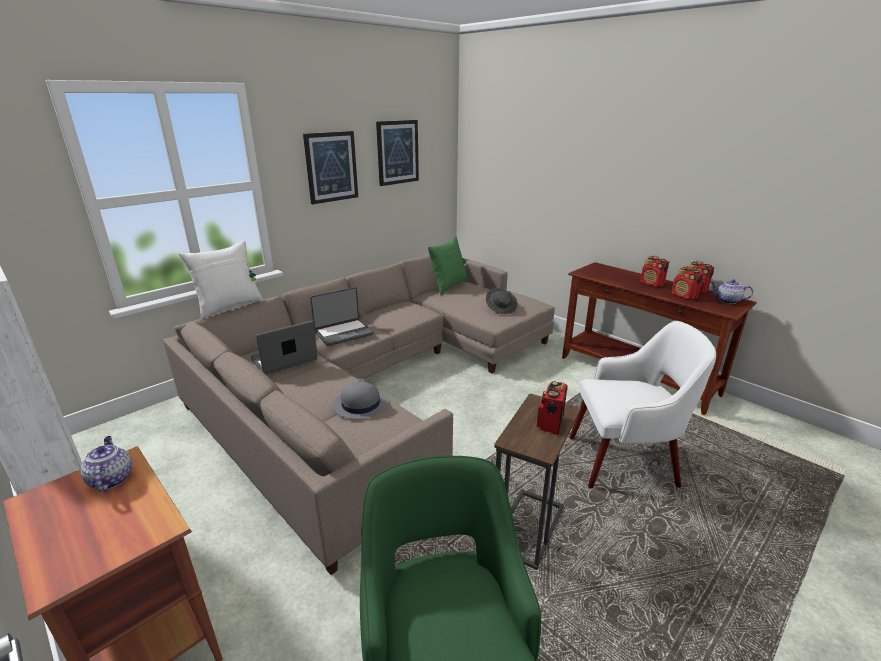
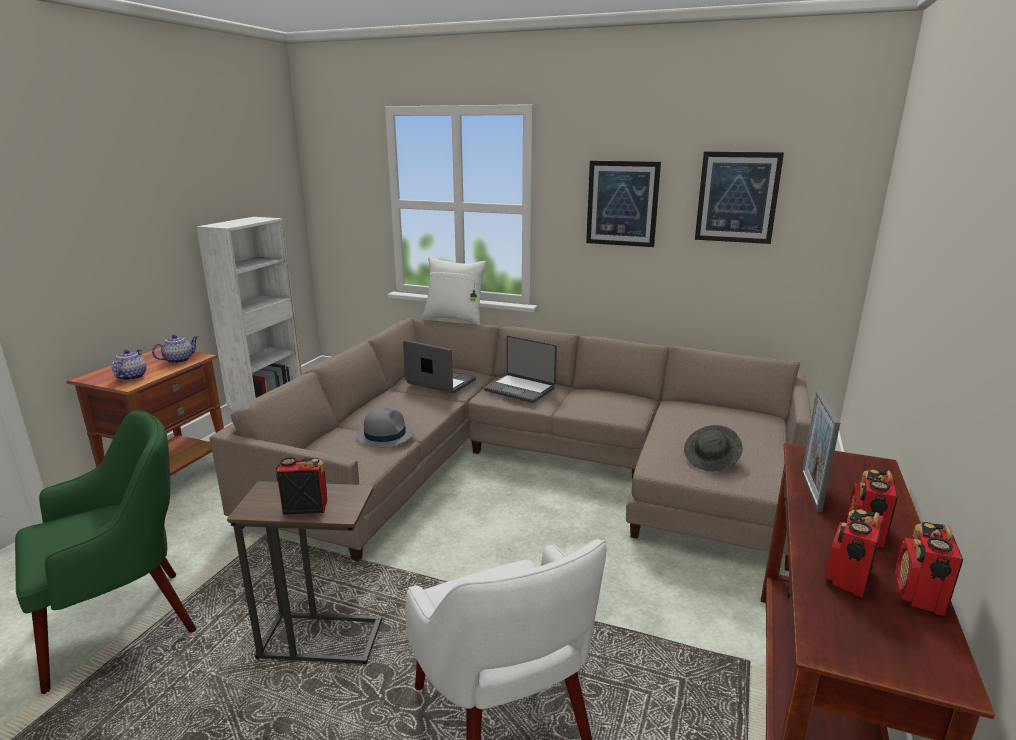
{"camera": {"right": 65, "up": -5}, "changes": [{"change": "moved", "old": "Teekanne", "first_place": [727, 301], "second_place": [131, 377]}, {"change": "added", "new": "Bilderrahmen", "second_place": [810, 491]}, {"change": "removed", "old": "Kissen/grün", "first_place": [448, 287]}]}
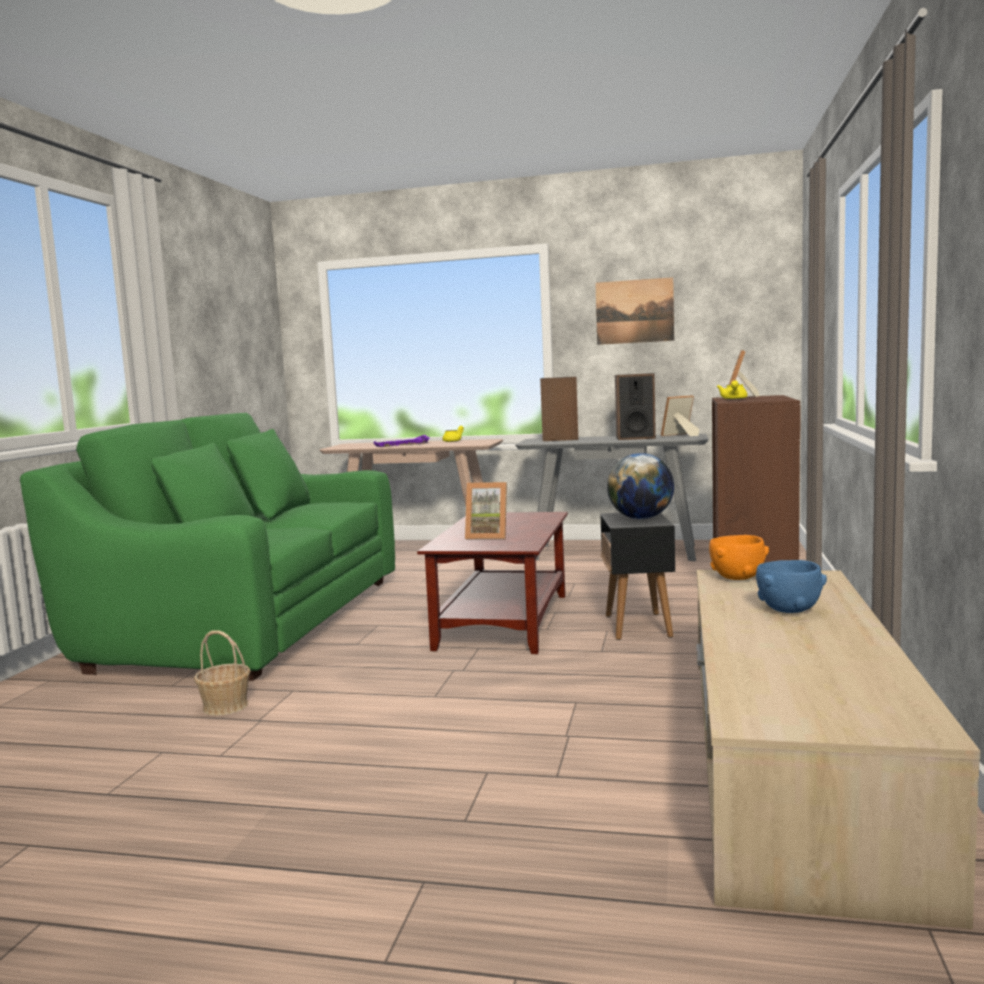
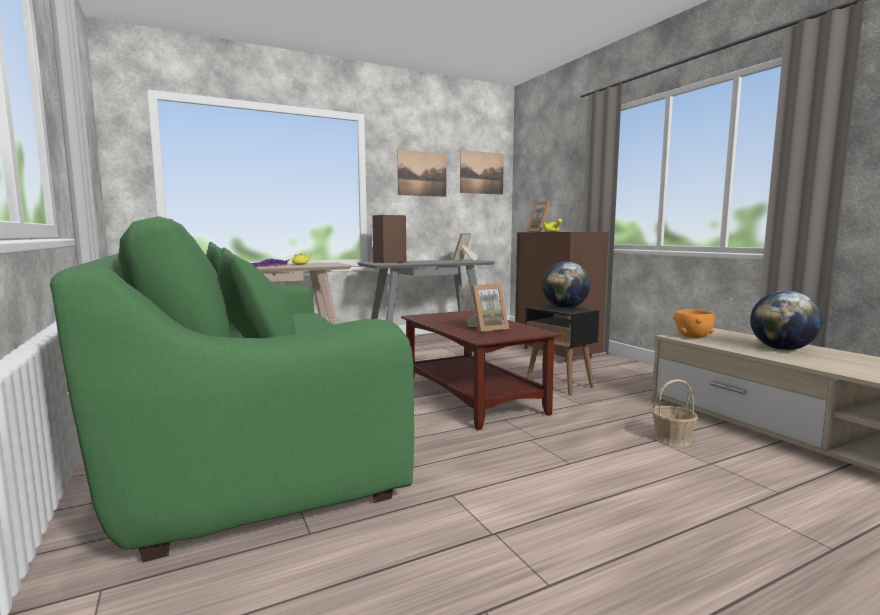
{"camera": {"right": -40, "up": 0}, "changes": [{"change": "added", "new": "Bild", "second_place": [481, 173]}, {"change": "moved", "old": "Korb", "first_place": [225, 706], "second_place": [672, 439]}, {"change": "replaced", "old": "Schüssel/blau", "new": "Globus", "first_place": [789, 610], "second_place": [782, 349]}, {"change": "removed", "old": "Lautsprecher", "first_place": [635, 438]}]}
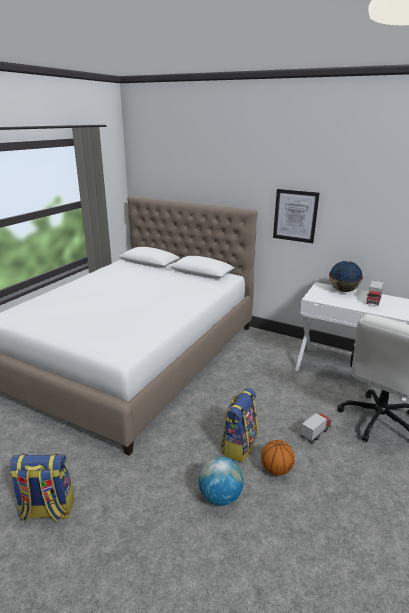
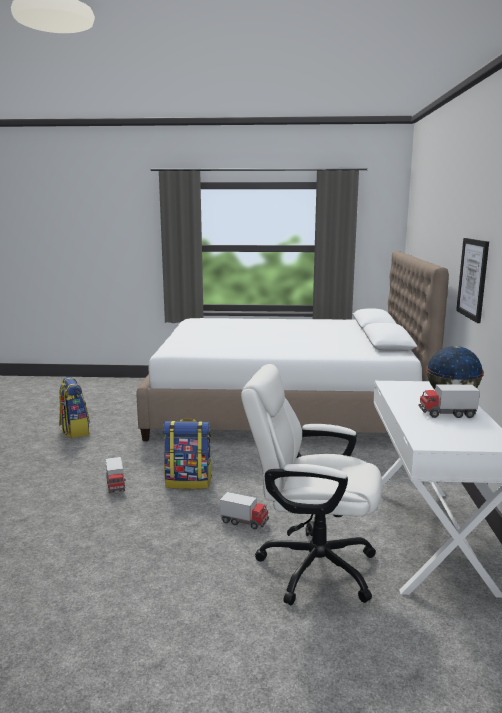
{"camera": {"right": 65, "up": -10}, "changes": [{"change": "replaced", "old": "Globus", "new": "Spielzeuglaster", "first_place": [220, 496], "second_place": [115, 486]}, {"change": "removed", "old": "Basketball", "first_place": [276, 469]}]}
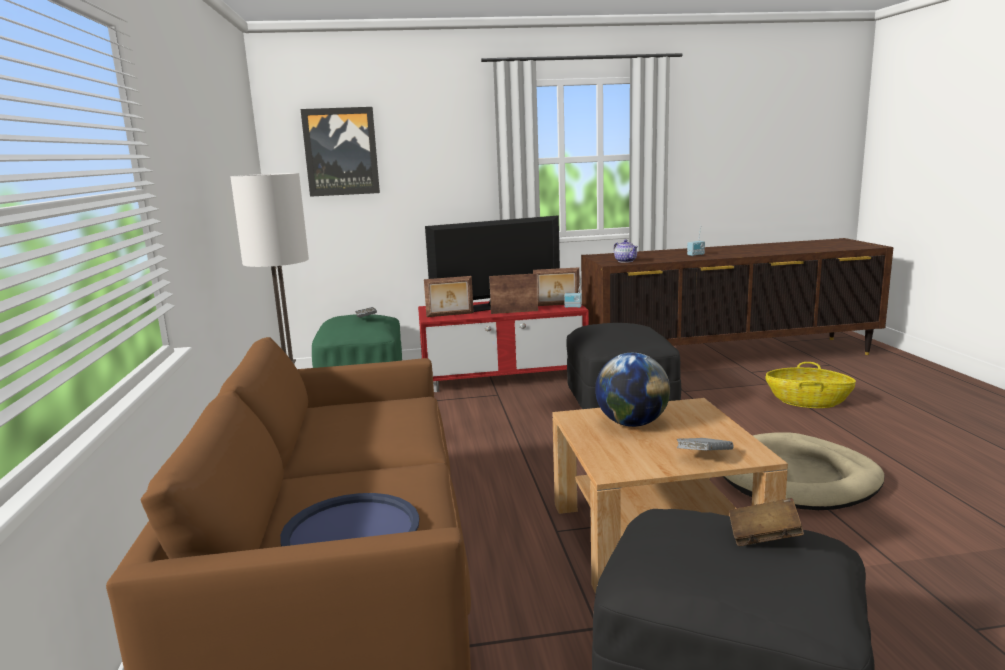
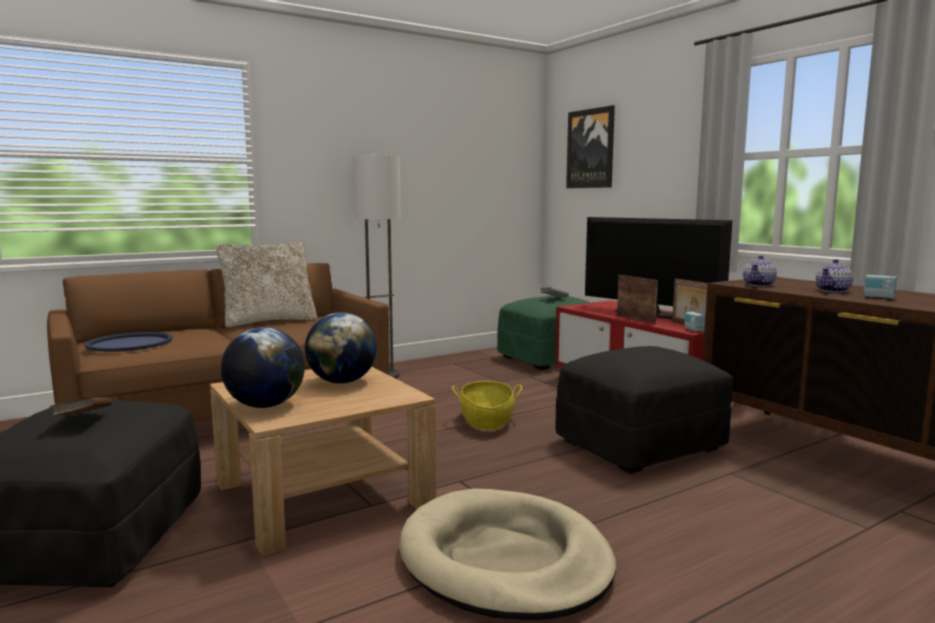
{"camera": {"right": 65, "up": -5}, "changes": [{"change": "added", "new": "Kissen/beige", "second_place": [269, 320]}, {"change": "replaced", "old": "Buch/grau", "new": "Globus", "first_place": [704, 457], "second_place": [265, 406]}, {"change": "moved", "old": "Korb", "first_place": [807, 401], "second_place": [486, 420]}, {"change": "added", "new": "Teekanne", "second_place": [833, 291]}, {"change": "removed", "old": "Bilderrahmen", "first_place": [450, 315]}]}
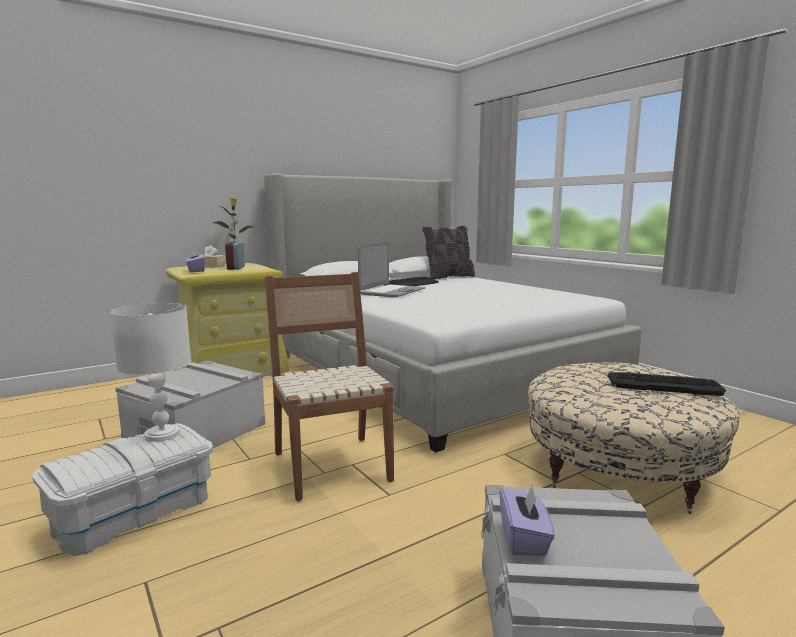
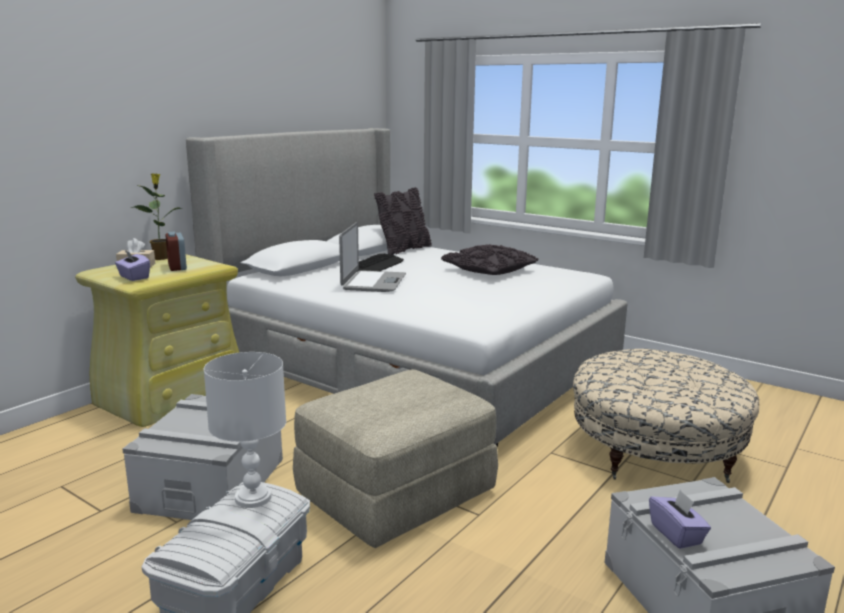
{"camera": {"right": -20, "up": 5}, "changes": [{"change": "replaced", "old": "Stuhl", "new": "Polsterhocker/beige", "first_place": [331, 463], "second_place": [396, 493]}, {"change": "added", "new": "Kissen/schwarz", "second_place": [489, 270]}, {"change": "removed", "old": "Tastatur", "first_place": [662, 384]}]}
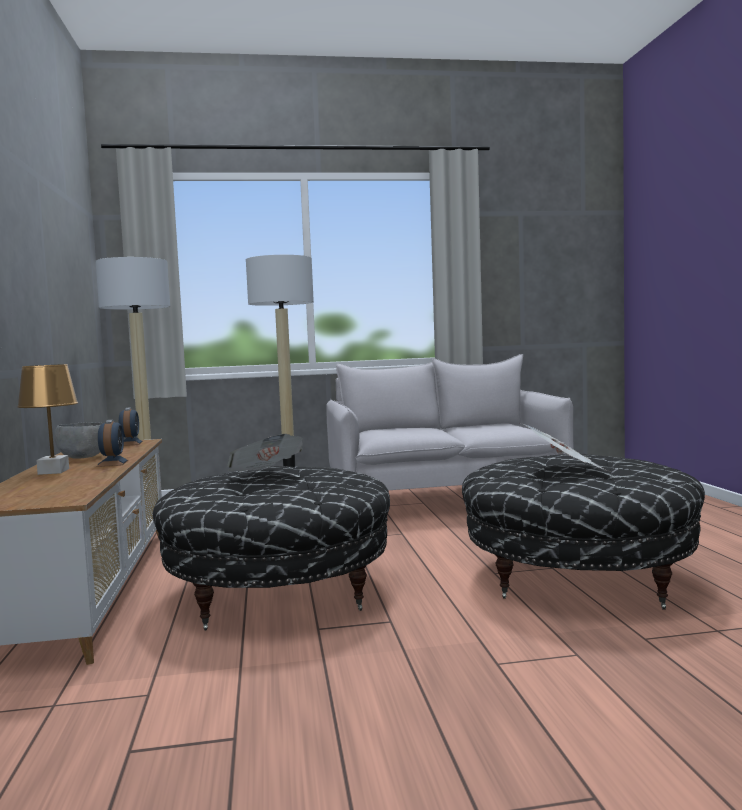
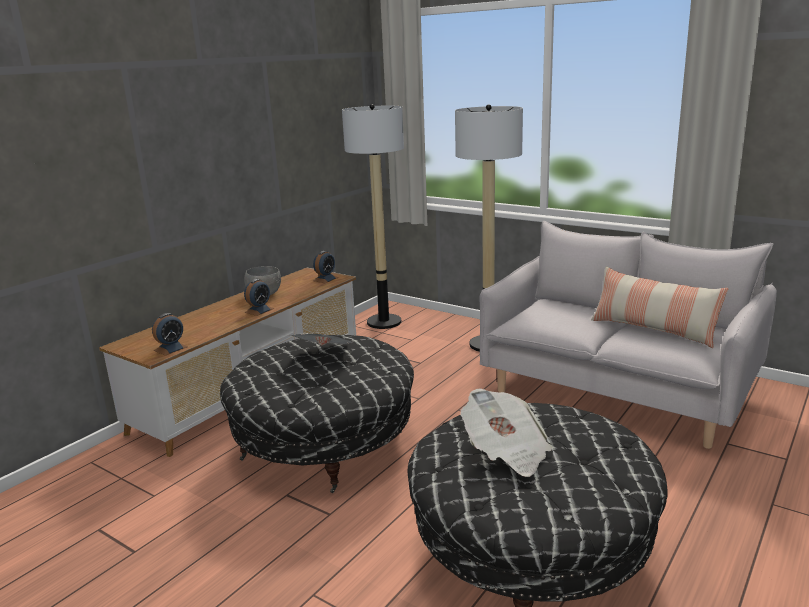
{"camera": {"right": 45, "up": 15}, "changes": [{"change": "added", "new": "Wecker", "second_place": [171, 348]}, {"change": "added", "new": "Kissen", "second_place": [653, 329]}, {"change": "removed", "old": "Tischlampe/braun", "first_place": [53, 471]}]}
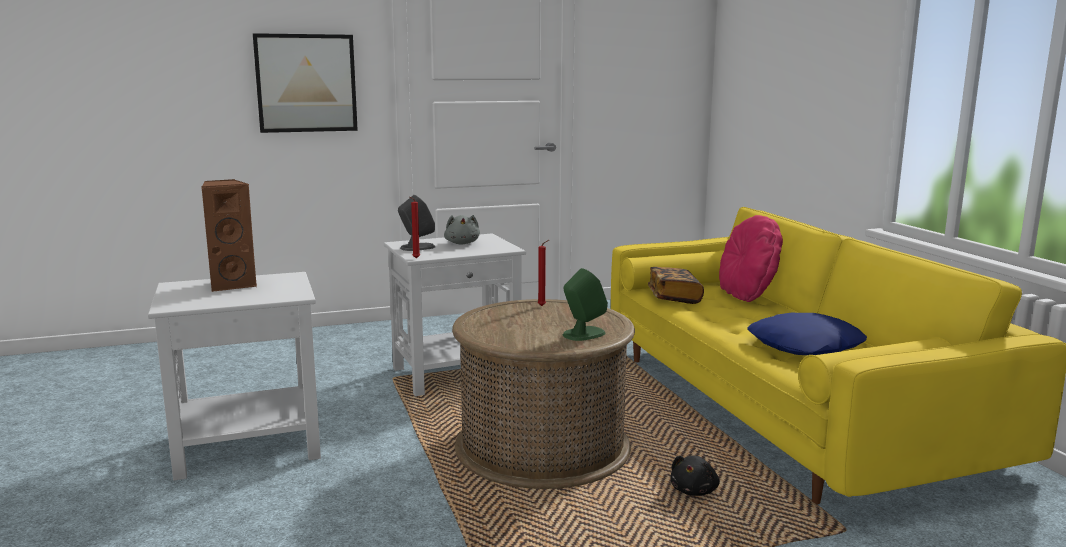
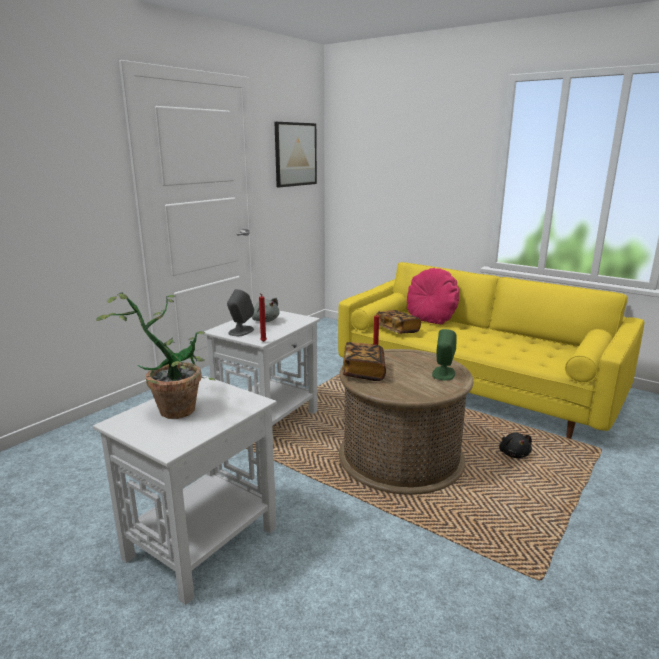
{"camera": {"right": -35, "up": 5}, "changes": [{"change": "replaced", "old": "Lautsprecher/braun", "new": "Topfpflanze", "first_place": [232, 284], "second_place": [174, 406]}, {"change": "moved", "old": "Bild", "first_place": [306, 83], "second_place": [295, 154]}, {"change": "added", "new": "Buch", "second_place": [363, 372]}, {"change": "removed", "old": "Kissen/blau", "first_place": [805, 346]}]}
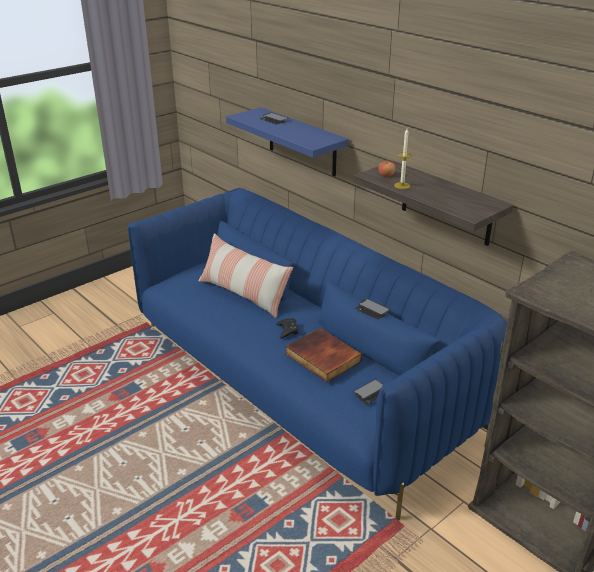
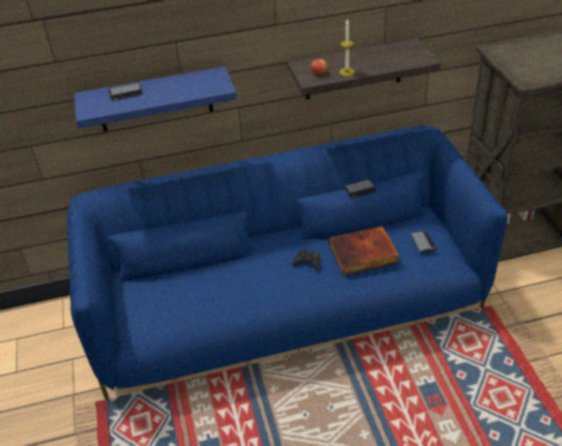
{"camera": {"right": -60, "up": 10}, "changes": [{"change": "removed", "old": "Kissen", "first_place": [244, 294]}]}
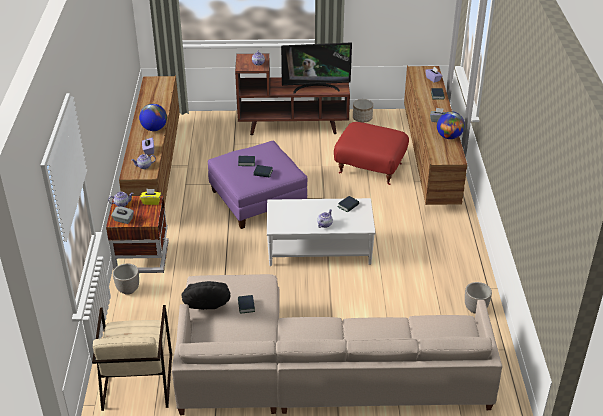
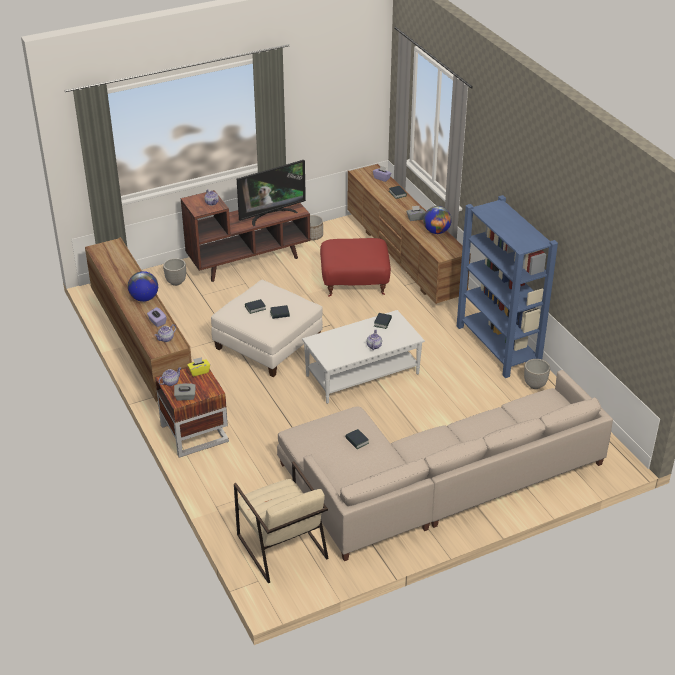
{"camera": {"right": -25, "up": 0}, "changes": [{"change": "moved", "old": "Pflanzkübel", "first_place": [128, 290], "second_place": [175, 282]}, {"change": "recoloured", "old": "Polsterhocker/lila", "new": "Polsterhocker/weiß", "first_place": [257, 199], "second_place": [268, 344]}, {"change": "added", "new": "Bücherregal/blau", "second_place": [498, 346]}, {"change": "removed", "old": "Kissen/schwarz", "first_place": [207, 311]}]}
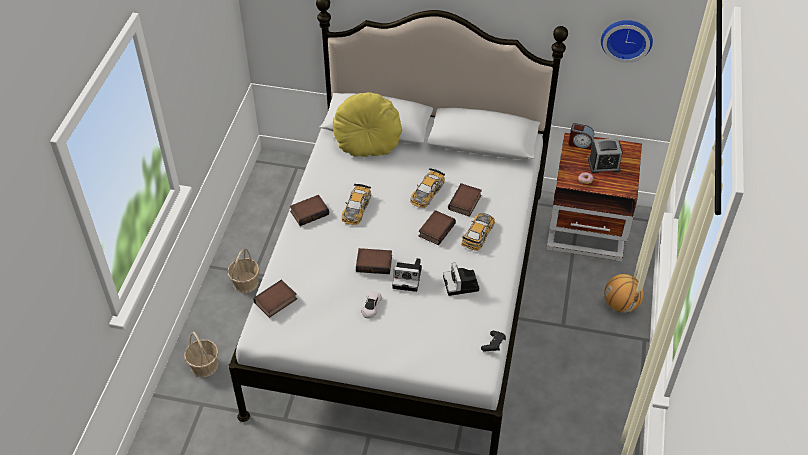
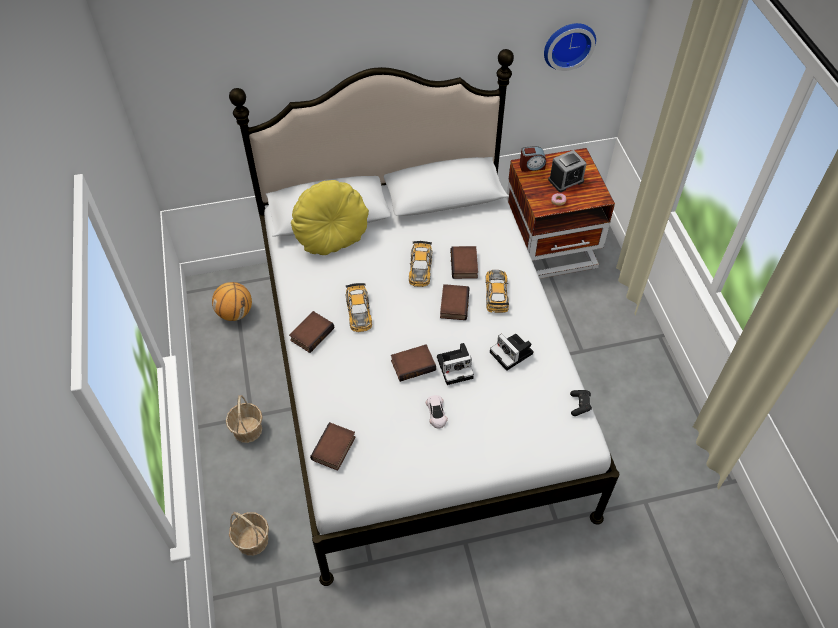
{"camera": {"right": -25, "up": 5}, "changes": [{"change": "moved", "old": "Basketball", "first_place": [621, 304], "second_place": [235, 313]}]}
